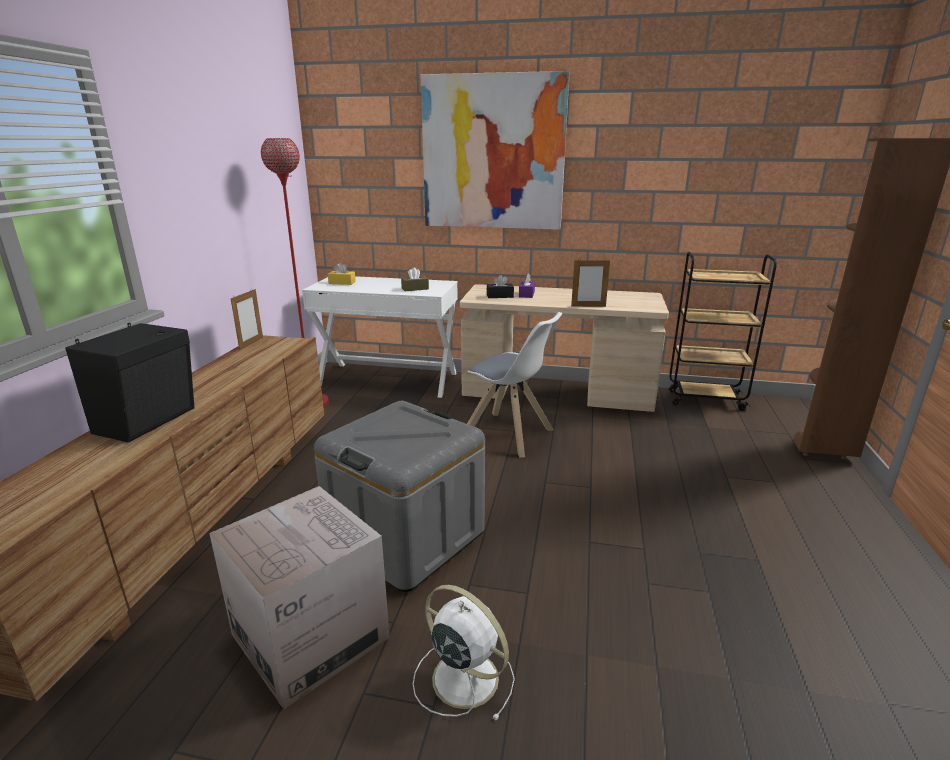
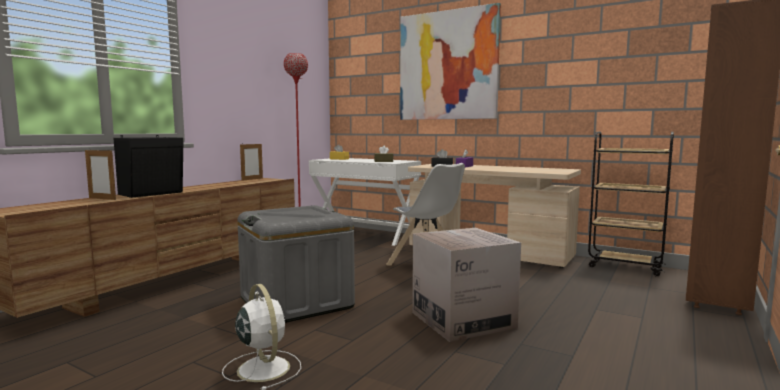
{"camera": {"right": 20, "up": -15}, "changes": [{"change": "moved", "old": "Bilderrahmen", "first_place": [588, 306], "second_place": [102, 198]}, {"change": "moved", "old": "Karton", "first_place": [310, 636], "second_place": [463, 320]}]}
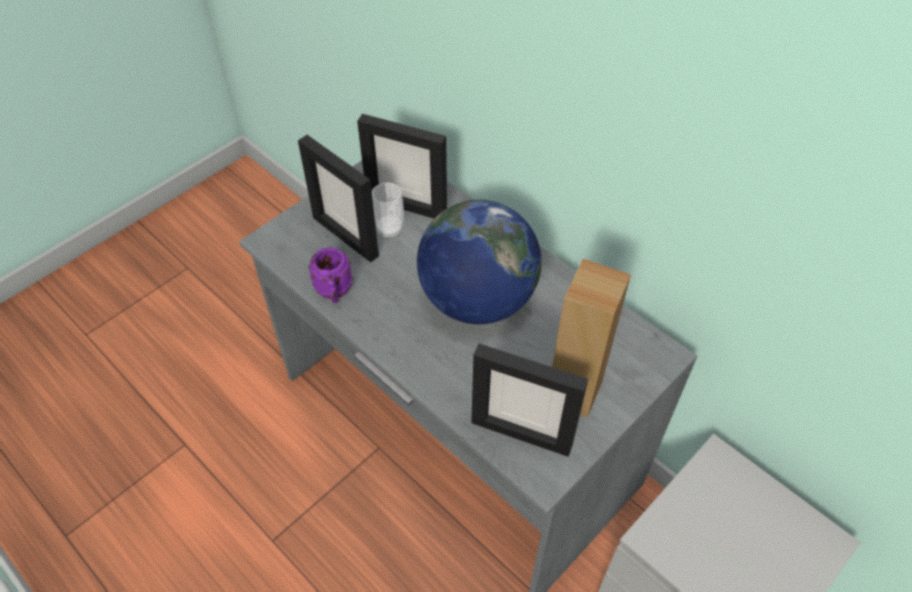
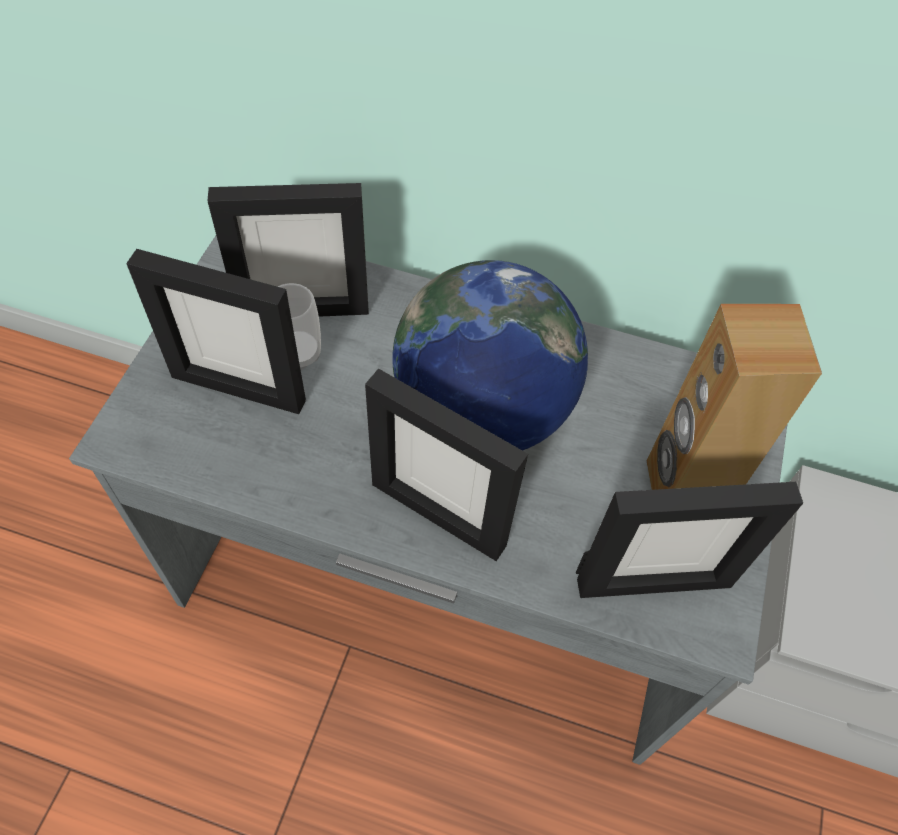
{"camera": {"right": -30, "up": 5}, "changes": [{"change": "added", "new": "Bilderrahmen", "second_place": [440, 512]}, {"change": "removed", "old": "Henkelbecher/lila", "first_place": [334, 293]}]}
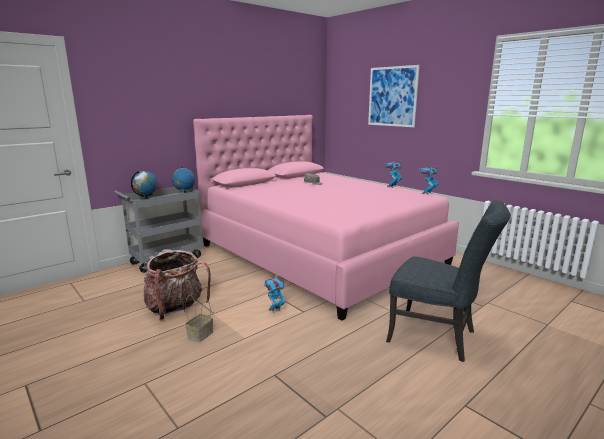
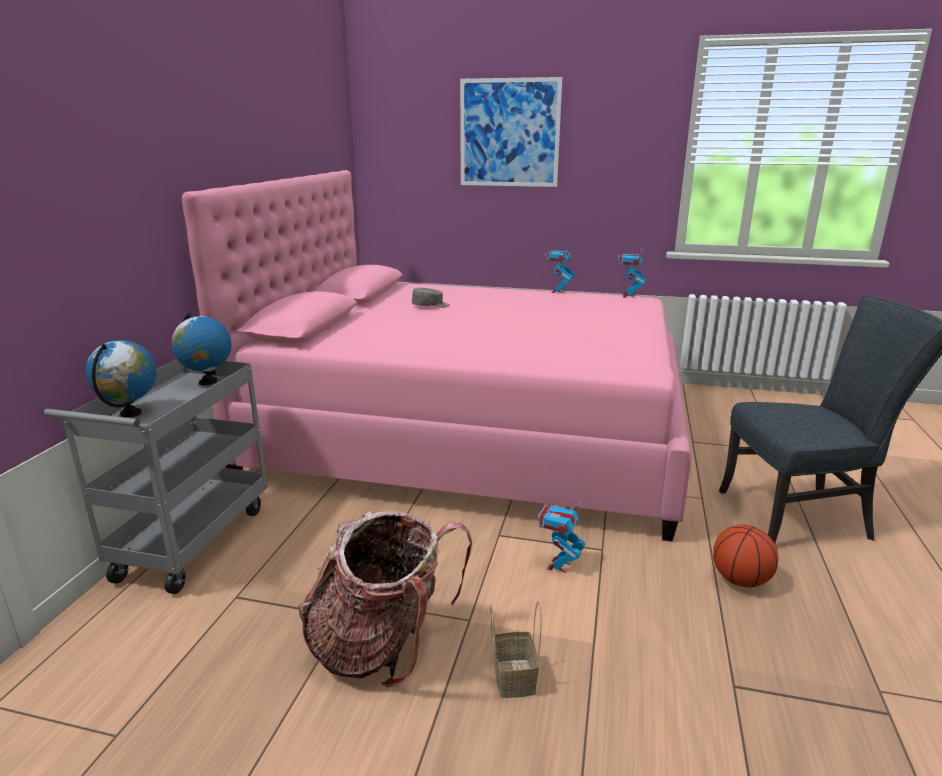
{"camera": {"right": -35, "up": 5}, "changes": [{"change": "added", "new": "Basketball", "second_place": [740, 580]}]}
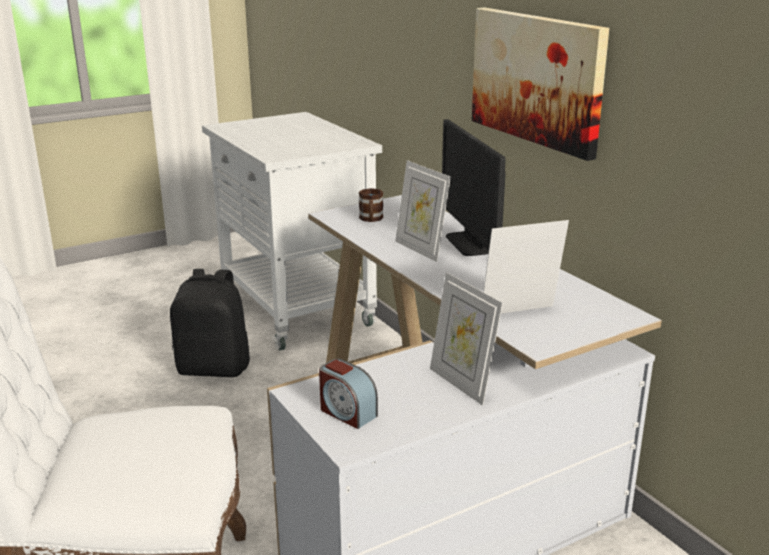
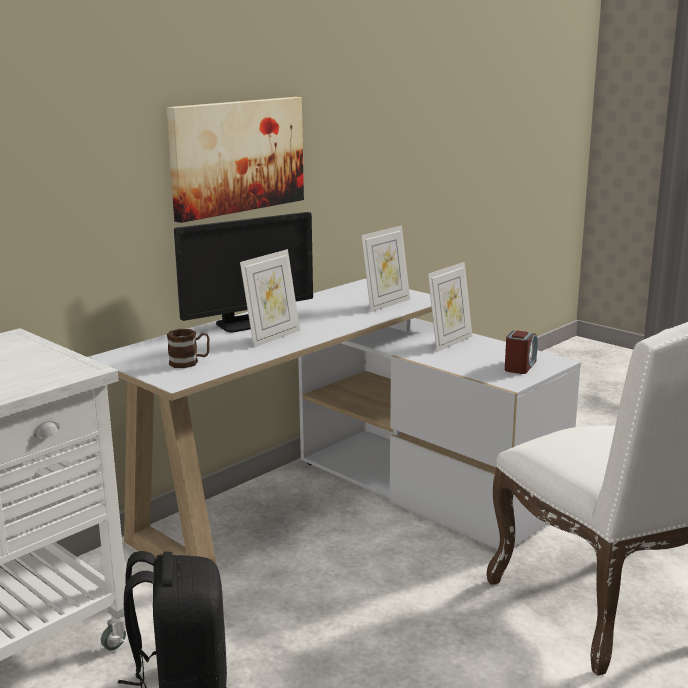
{"camera": {"right": -105, "up": -5}, "changes": [{"change": "turned", "old": "Bilderrahmen", "first_place": [520, 314], "second_place": [386, 304], "degrees": -105}]}
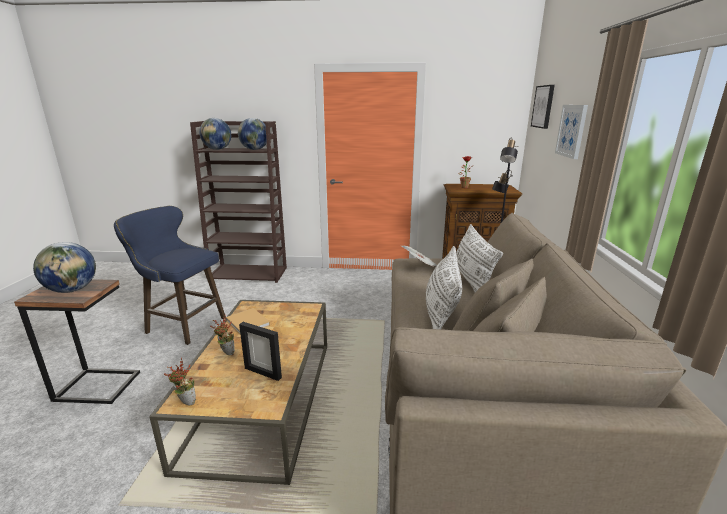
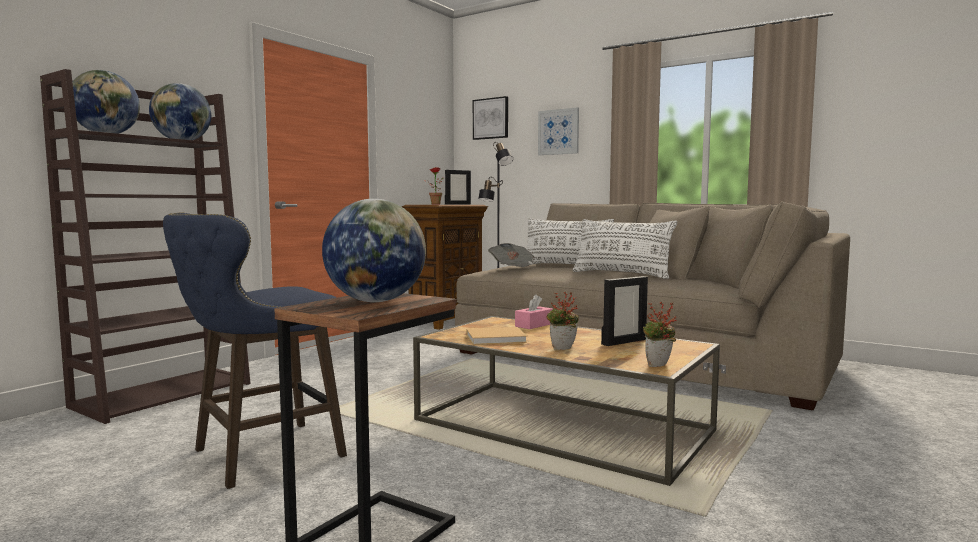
{"camera": {"right": -60, "up": -15}, "changes": [{"change": "added", "new": "Bilderrahmen", "second_place": [457, 204]}, {"change": "added", "new": "Taschentuchbox/rosa", "second_place": [534, 325]}]}
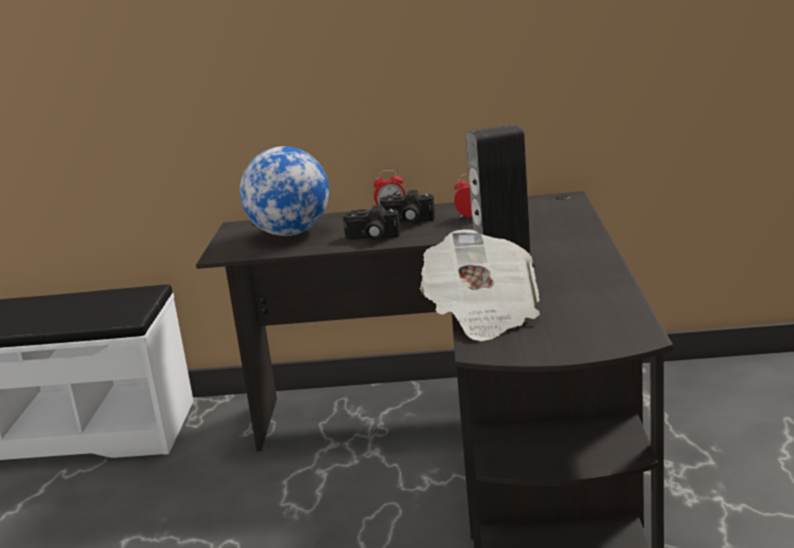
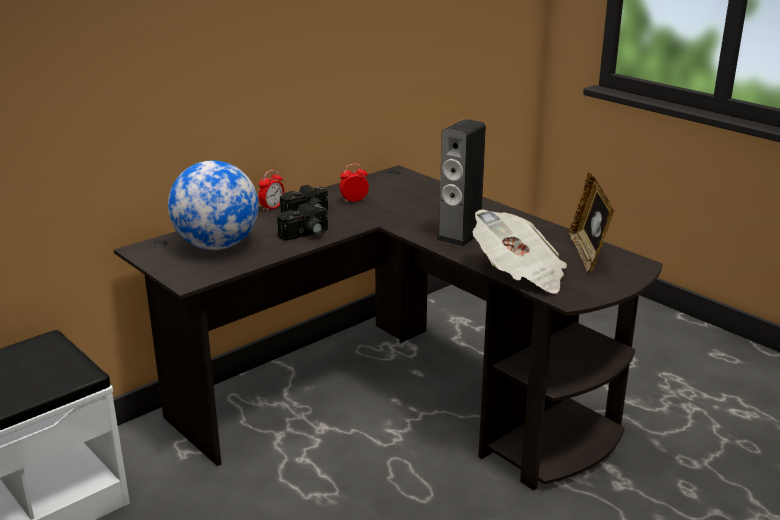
{"camera": {"right": -45, "up": 5}, "changes": [{"change": "added", "new": "Bilderrahmen", "second_place": [587, 254]}]}
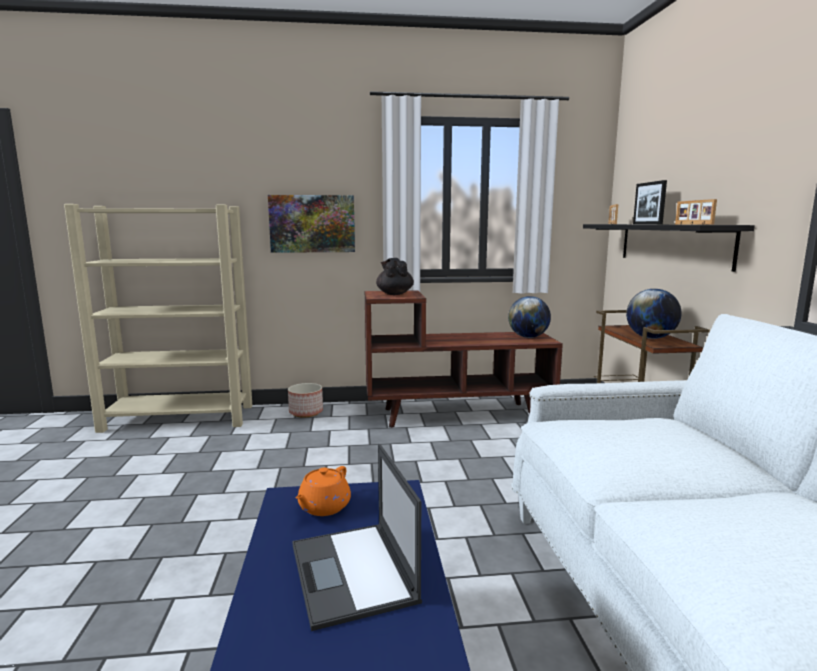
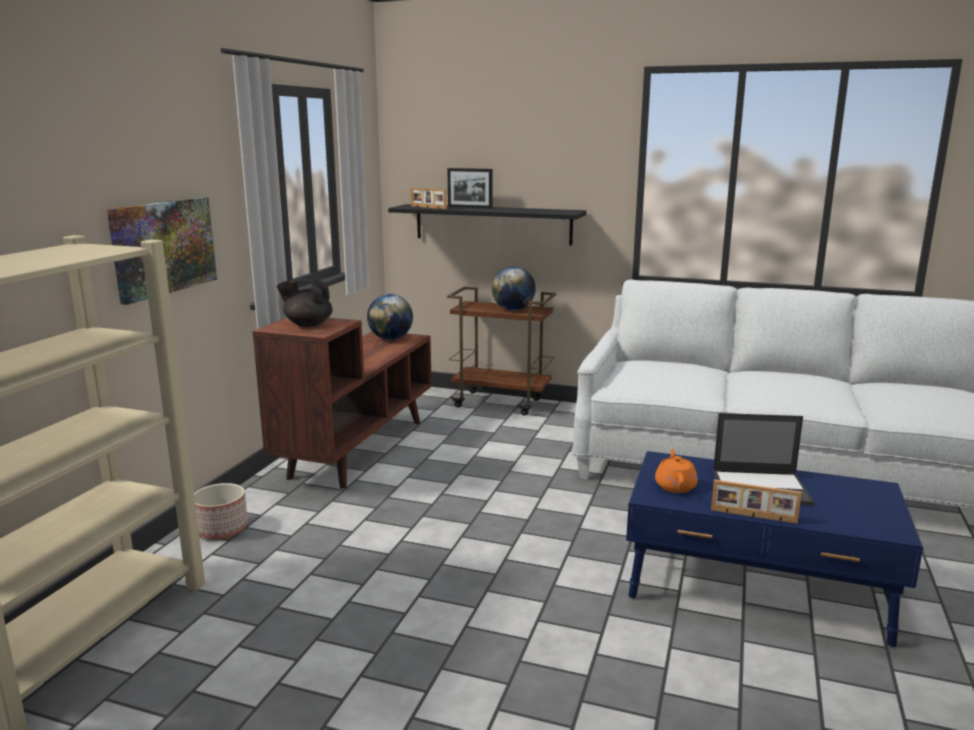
{"camera": {"right": -65, "up": 5}, "changes": [{"change": "turned", "old": "Teekanne/orange", "first_place": [323, 507], "second_place": [675, 486], "degrees": -135}, {"change": "moved", "old": "Bilderrahmen", "first_place": [692, 224], "second_place": [753, 516]}]}
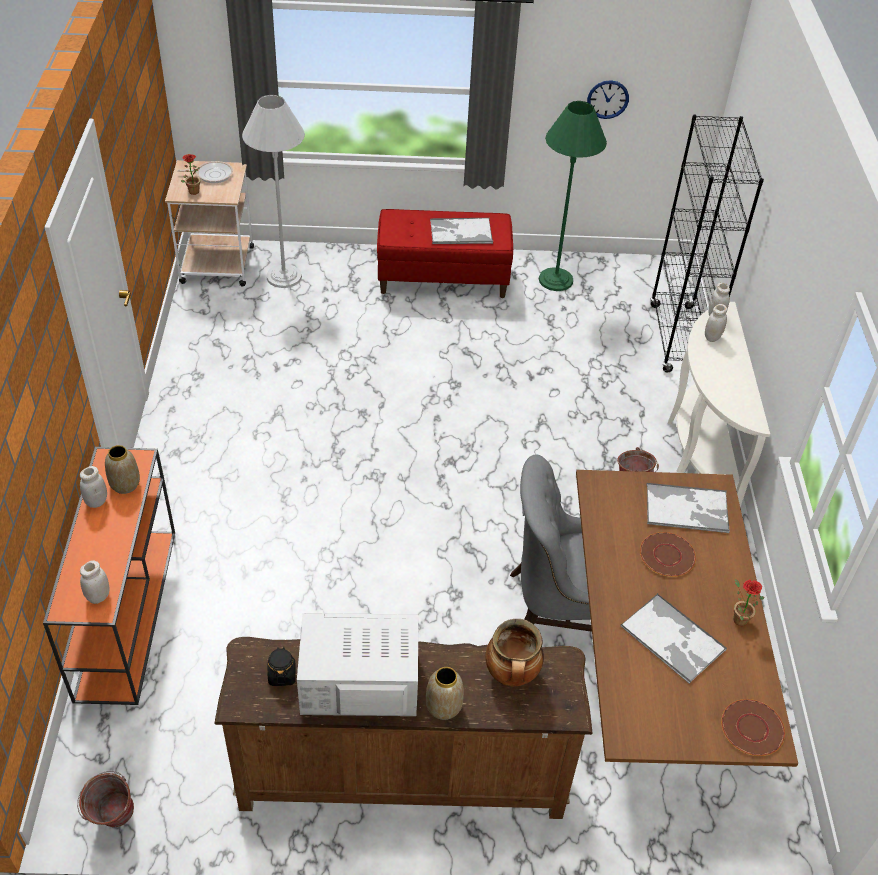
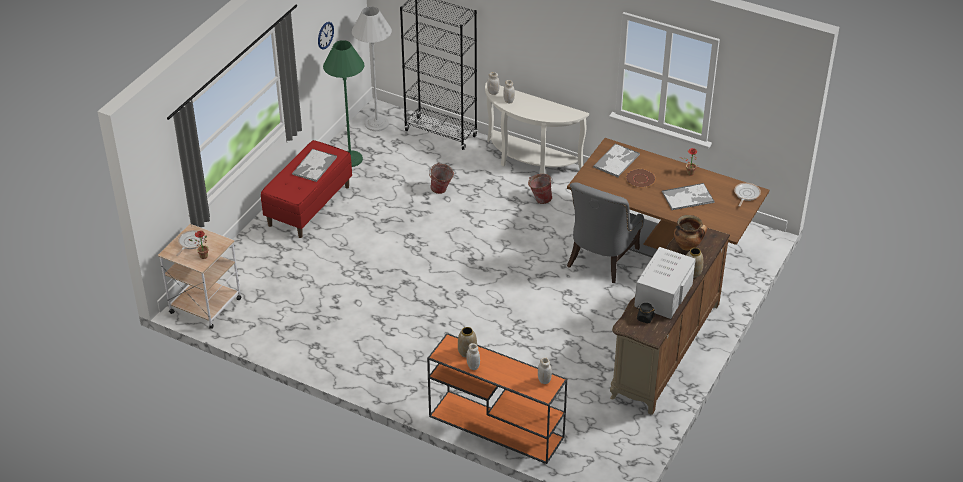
{"camera": {"right": -60, "up": -5}, "changes": [{"change": "moved", "old": "Stehlampe/weiß", "first_place": [284, 276], "second_place": [376, 124]}, {"change": "moved", "old": "Eimer", "first_place": [112, 819], "second_place": [441, 191]}, {"change": "replaced", "old": "Teller/braun", "new": "Pfanne", "first_place": [751, 728], "second_place": [746, 194]}]}
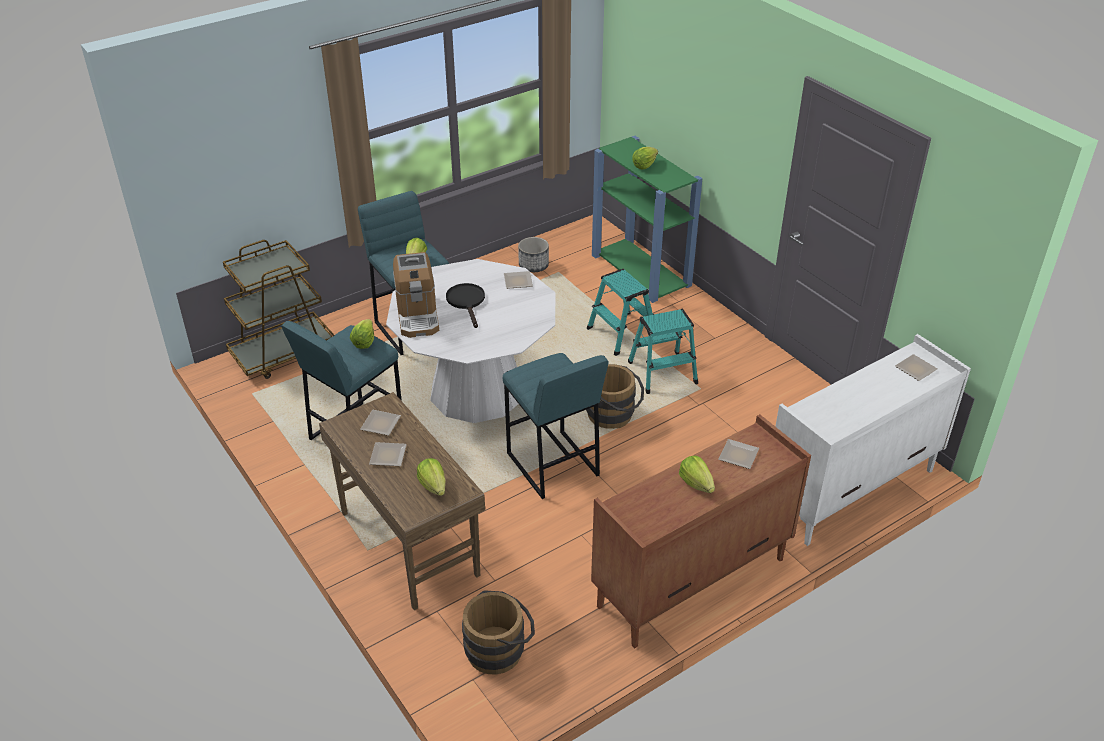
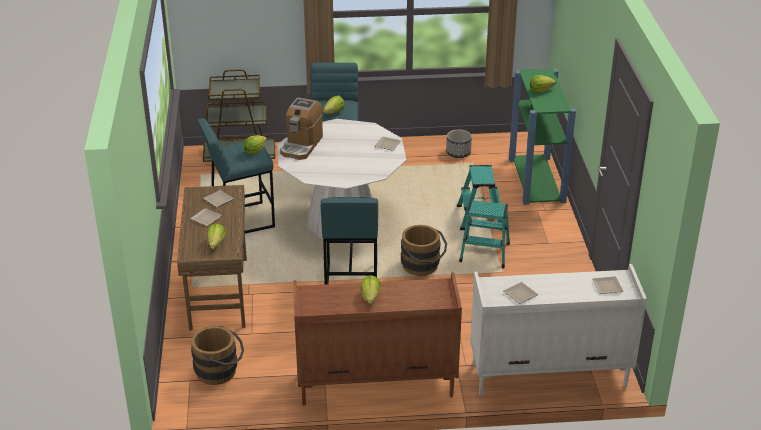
{"camera": {"right": 30, "up": -5}, "changes": [{"change": "moved", "old": "Teller", "first_place": [737, 456], "second_place": [519, 294]}, {"change": "removed", "old": "Pfanne/schwarz", "first_place": [467, 302]}]}
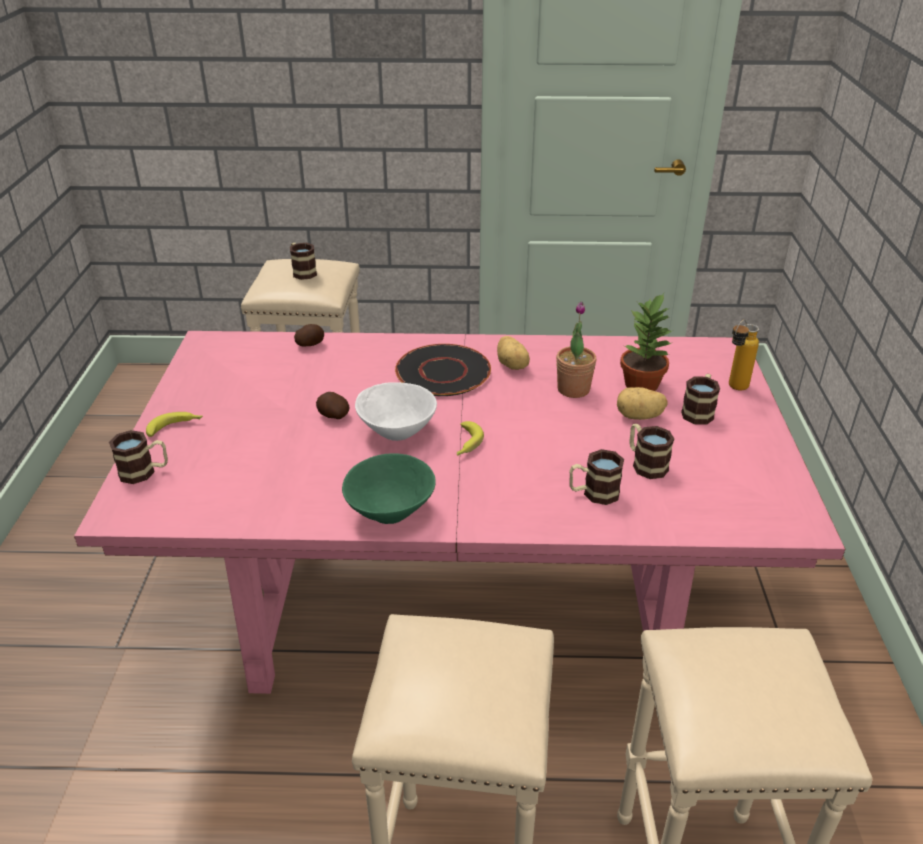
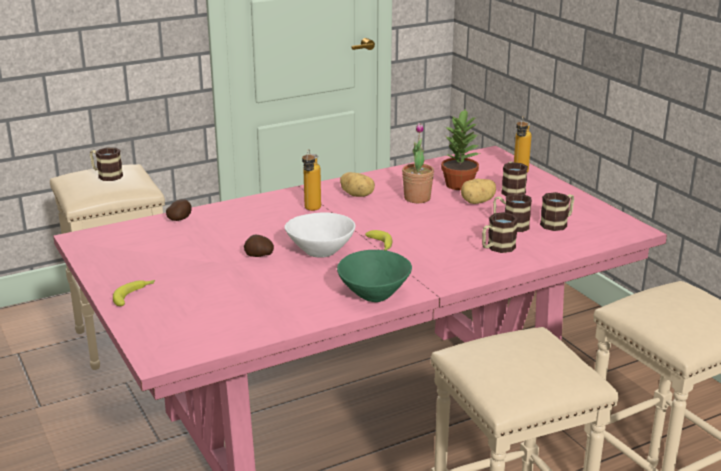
{"camera": {"right": -30, "up": -10}, "changes": [{"change": "replaced", "old": "Teller/schwarz", "new": "Flasche", "first_place": [444, 372], "second_place": [311, 210]}, {"change": "moved", "old": "Henkelbecher", "first_place": [144, 472], "second_place": [557, 223]}]}
